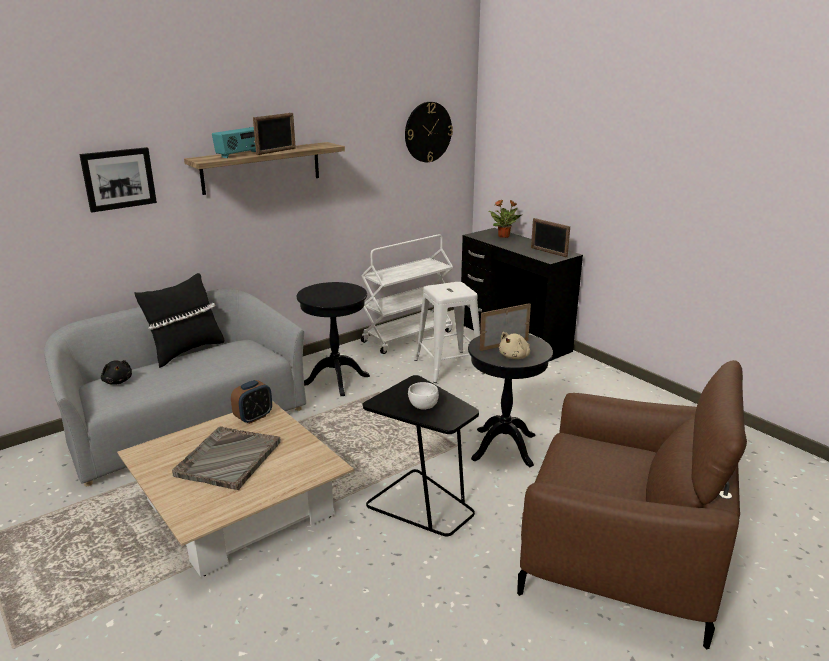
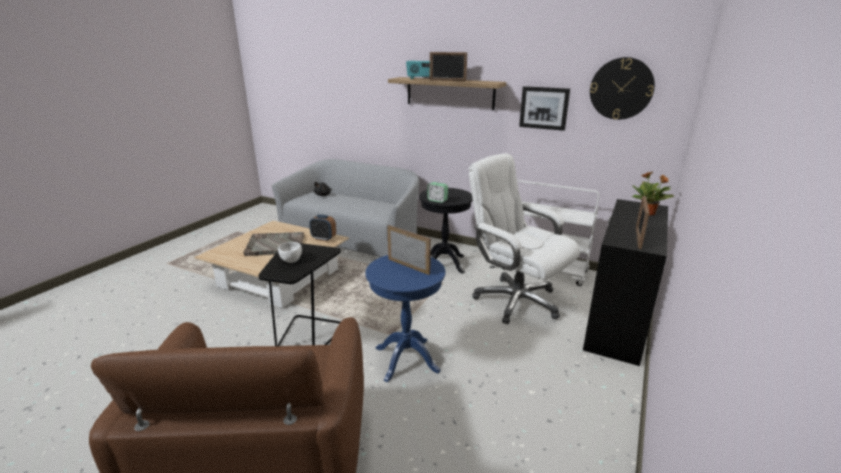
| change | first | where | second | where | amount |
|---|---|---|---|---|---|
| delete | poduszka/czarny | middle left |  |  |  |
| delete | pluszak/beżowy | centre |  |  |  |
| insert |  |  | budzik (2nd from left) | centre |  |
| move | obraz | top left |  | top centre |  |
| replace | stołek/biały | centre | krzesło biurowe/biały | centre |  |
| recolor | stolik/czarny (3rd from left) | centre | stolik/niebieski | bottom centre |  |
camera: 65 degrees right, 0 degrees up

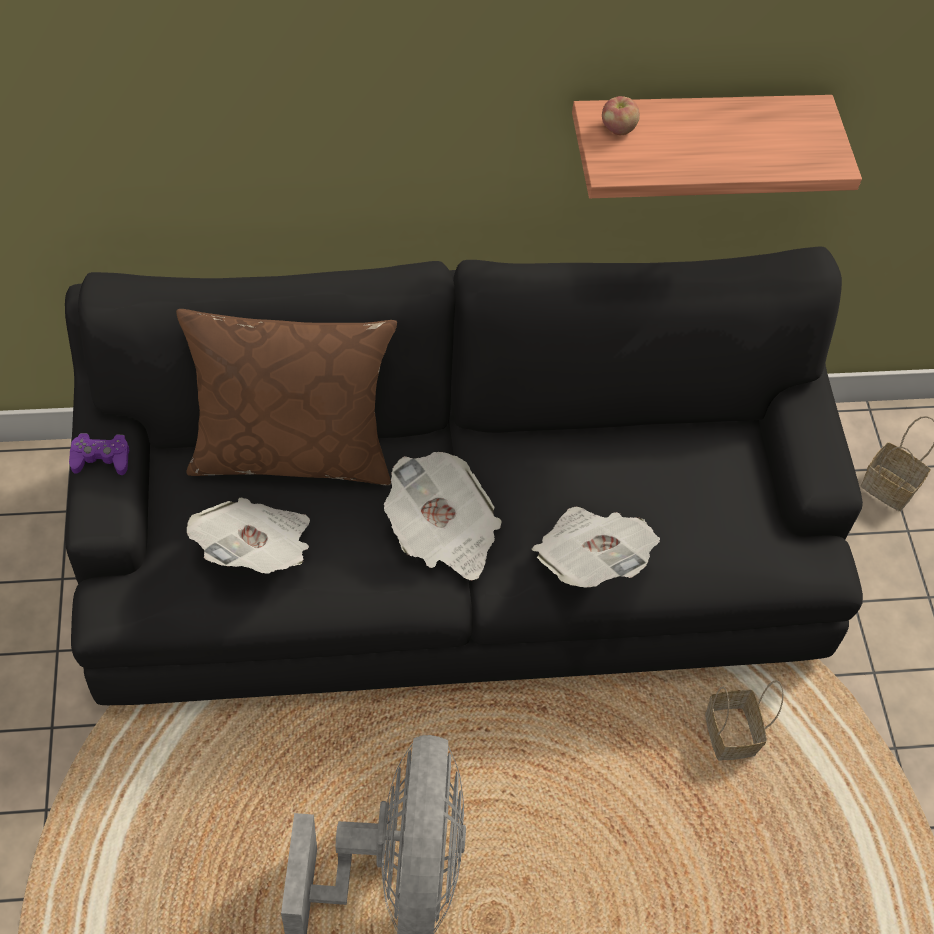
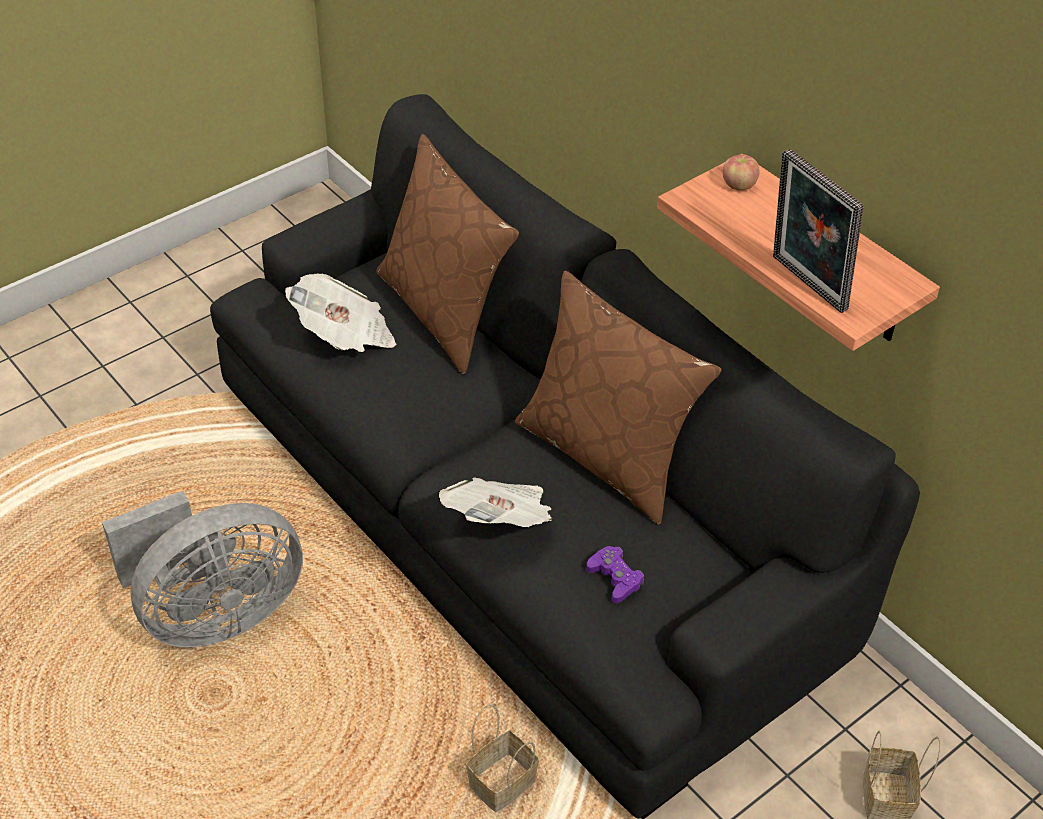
| change | first | where | second | where | amount |
|---|---|---|---|---|---|
| delete | gazeta (2nd from left) | centre |  |  |  |
| insert |  |  | poduszka/brązowy (2nd from left) | centre |  |
| insert |  |  | ramka na zdjęcie | top right |  |
| move | pad do gier/fioletowy | middle left |  | bottom centre |  |
camera: 60 degrees right, 10 degrees down

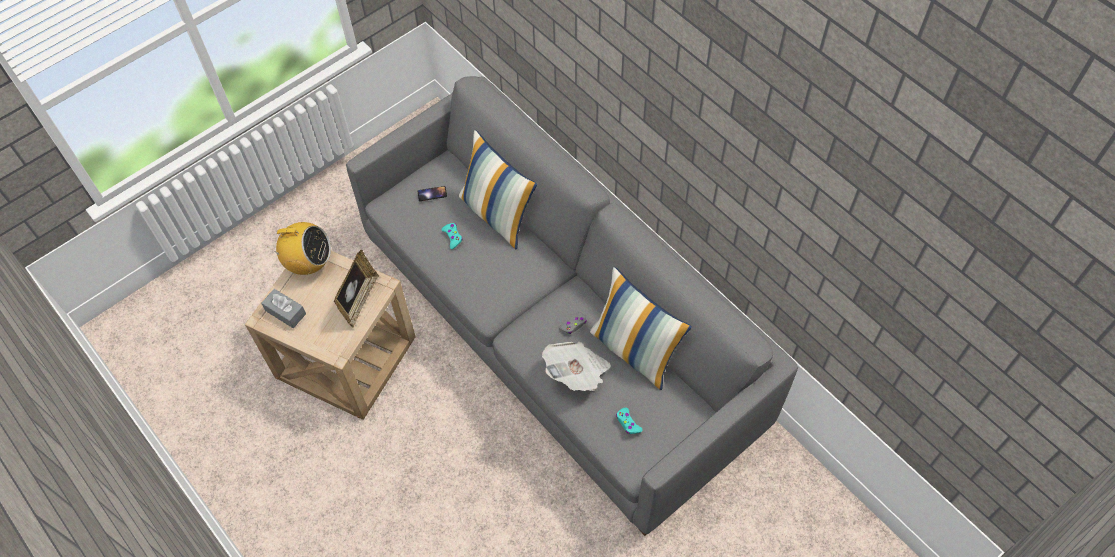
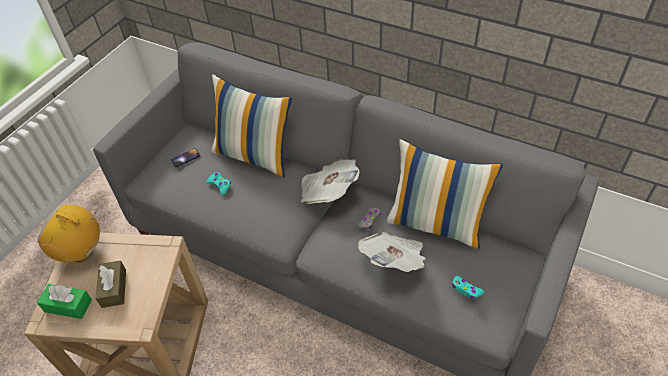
| change | first | where | second | where | amount |
|---|---|---|---|---|---|
| delete | ramka na zdjęcie | middle left |  |  |  |
| insert |  |  | pudełko chusteczek/brązowy | bottom left |  |
| insert |  |  | gazeta (1st from left) | centre |  |
| recolor | pudełko chusteczek/szary | middle left | pudełko chusteczek/zielony | bottom left |  |
| rotate | radio | middle left |  | middle left | 150 degrees counterclockwise |
camera: 20 degrees left, 10 degrees down

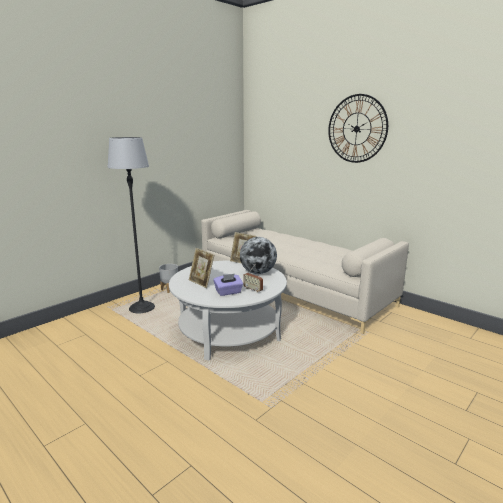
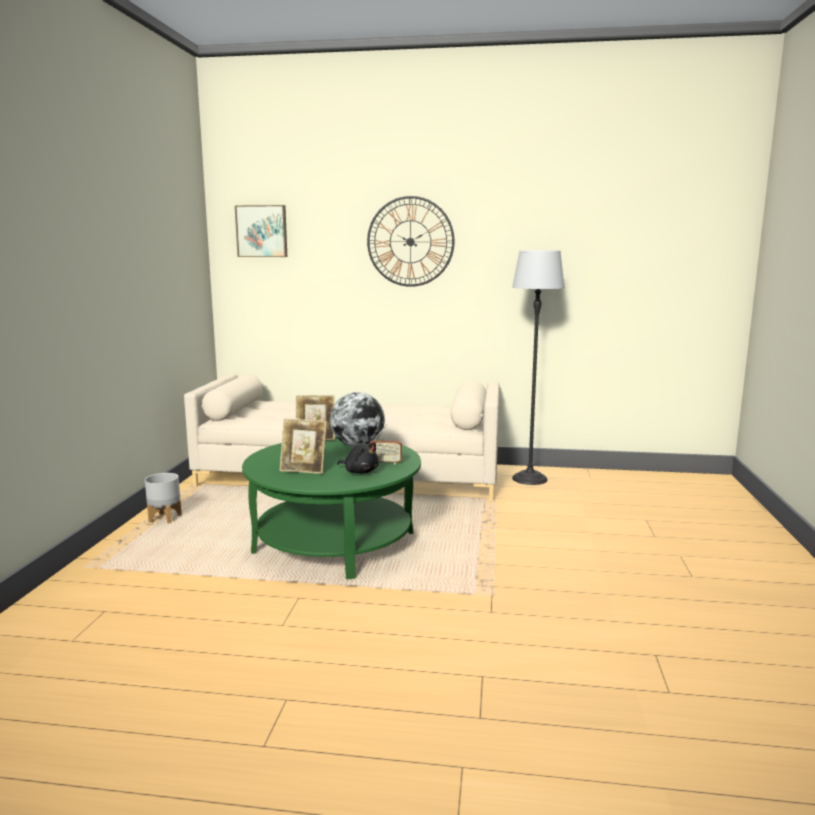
| change | first | where | second | where | amount |
|---|---|---|---|---|---|
| insert |  |  | obraz | top left |  |
| move | lampa stojąca | middle left |  | centre |  |
| replace | pudełko chusteczek/fioletowy | centre | pluszak/czarny | centre |  |
| recolor | ława/biały | centre | ława/zielony | centre |  |
camera: 35 degrees left, 5 degrees down

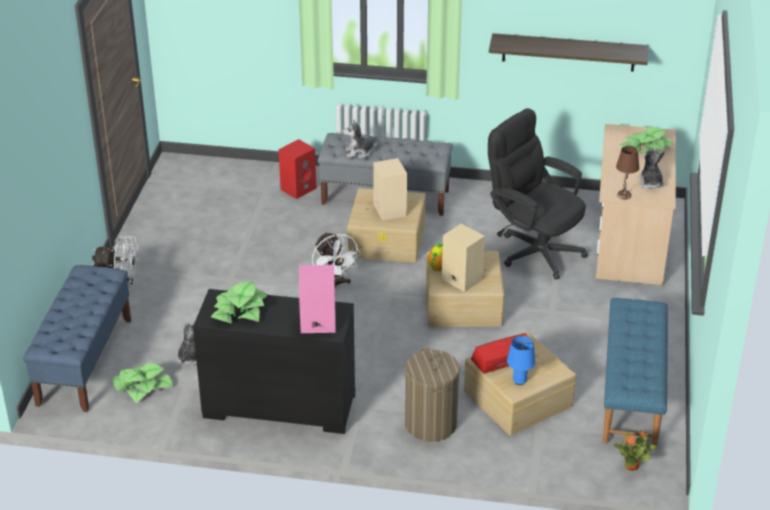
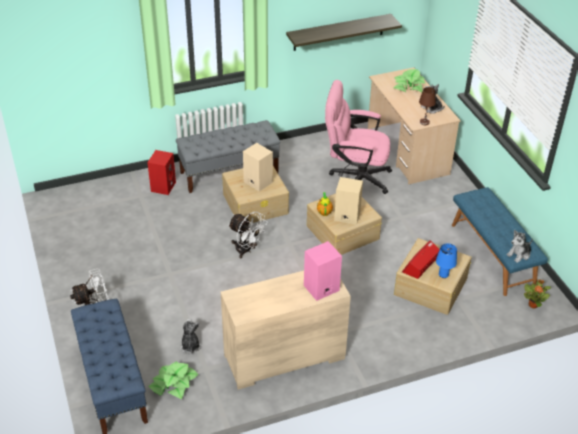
| change | first | where | second | where | amount |
|---|---|---|---|---|---|
| delete | roślina doniczkowa (2nd from left) | middle left |  |  |  |
| delete | kosz na pranie | bottom centre |  |  |  |
| move | pluszak (2nd from left in the first image) | top centre | pluszak (3rd from left) | middle right |  |
| recolor | komoda/czarny | bottom centre | komoda/beżowy | bottom centre |  |
| recolor | krzesło biurowe/czarny | middle right | krzesło biurowe/różowy | top centre |  |
camera: 30 degrees left, 5 degrees up

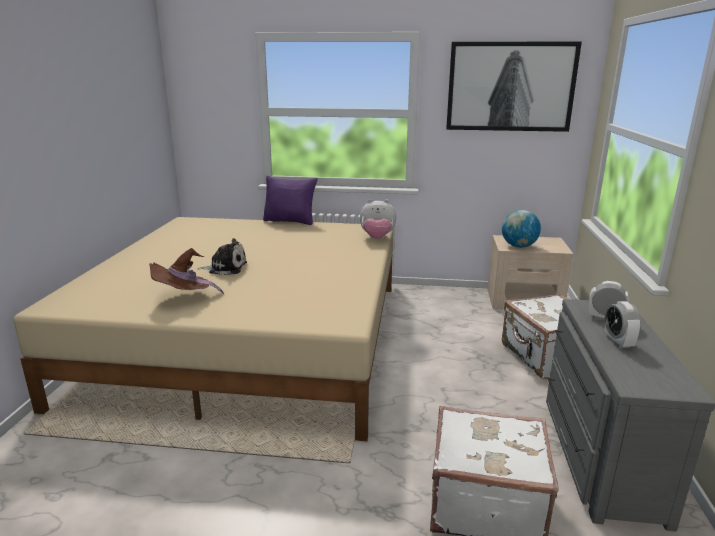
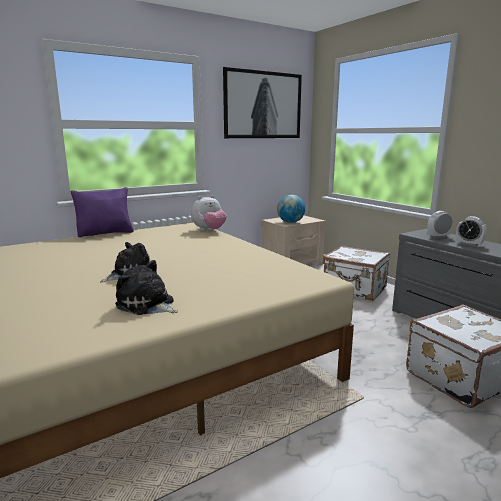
| change | first | where | second | where | amount |
|---|---|---|---|---|---|
| replace | kapelusz/brązowy | middle left | pluszak (2nd from left) | middle left |  |
camera: 40 degrees left, 5 degrees down

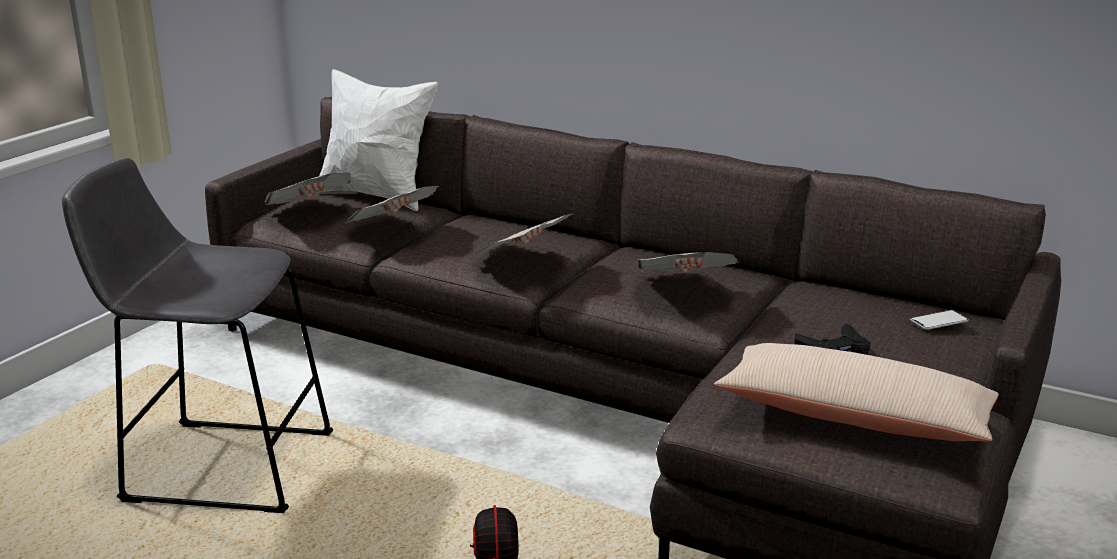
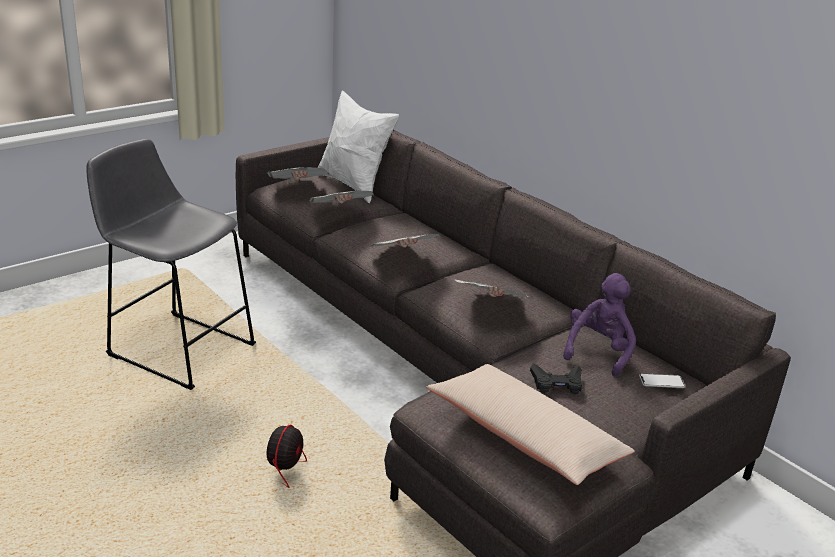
| change | first | where | second | where | amount |
|---|---|---|---|---|---|
| insert |  |  | pluszak/fioletowy | middle right |  |
camera: 20 degrees right, 5 degrees up

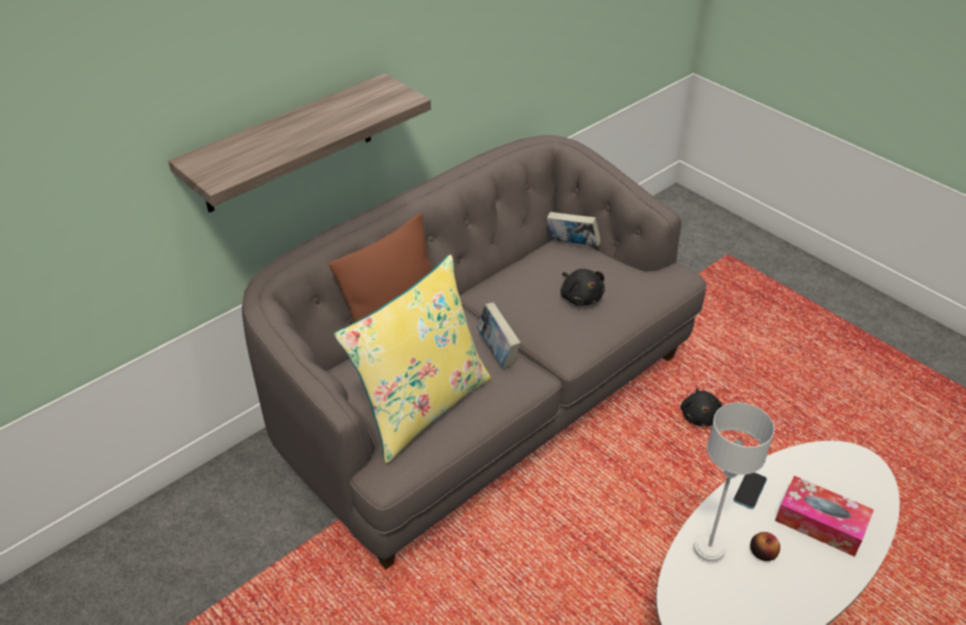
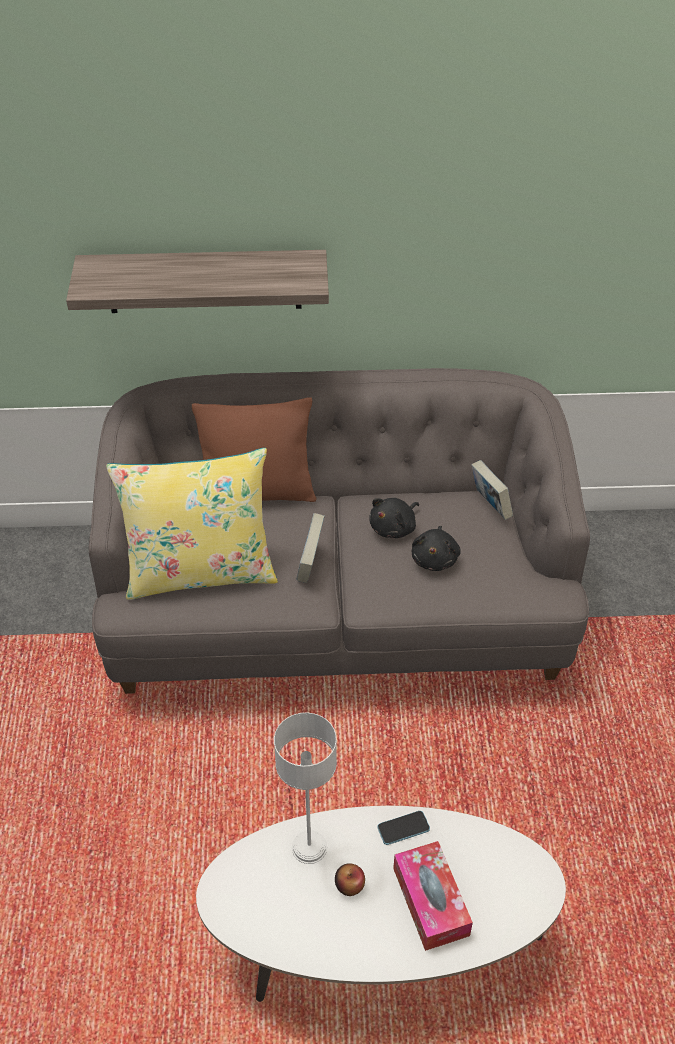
| change | first | where | second | where | amount |
|---|---|---|---|---|---|
| move | pluszak/czarny (2nd from left in the first image) | middle right | pluszak/czarny (1st from left) | centre |  |
camera: 40 degrees right, 5 degrees up

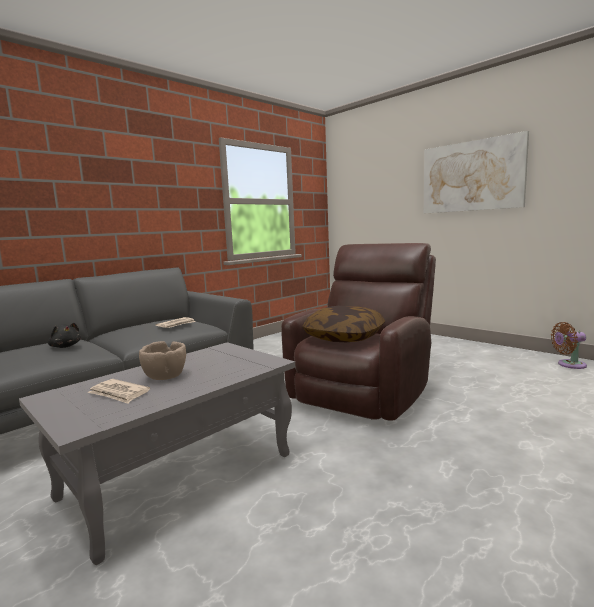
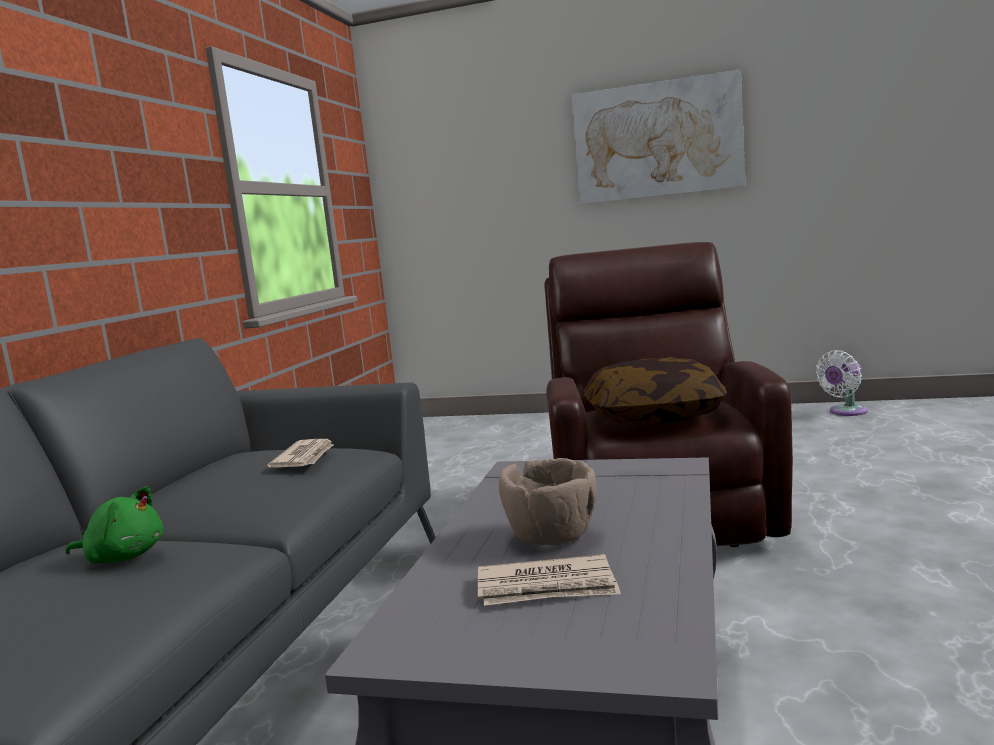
| change | first | where | second | where | amount |
|---|---|---|---|---|---|
| recolor | pluszak/czarny | middle left | pluszak/zielony | bottom left |  |
| recolor | wentylator/brązowy | middle right | wentylator/biały | middle right |  |
camera: 30 degrees left, 0 degrees up

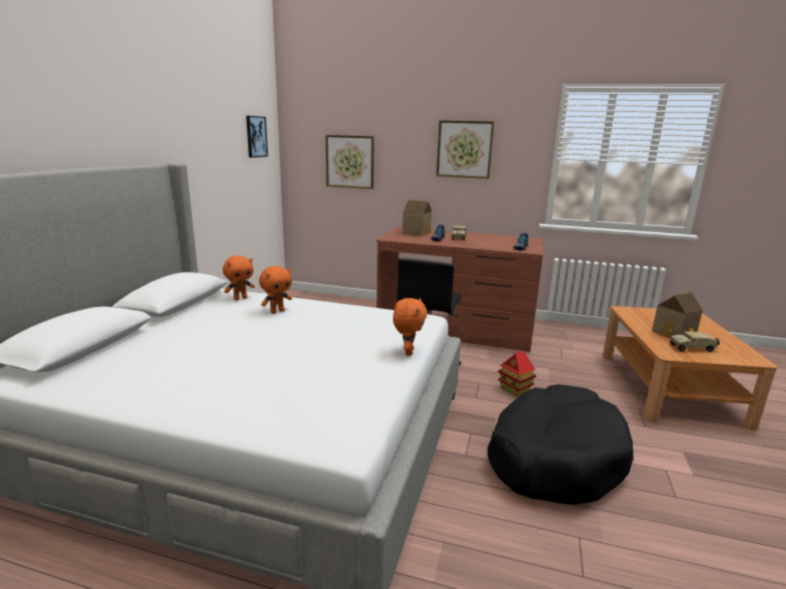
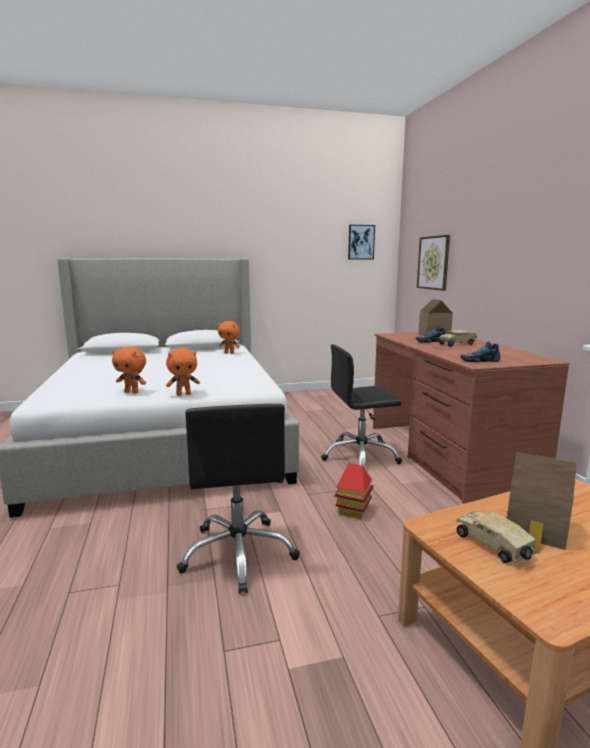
| change | first | where | second | where | amount |
|---|---|---|---|---|---|
| delete | obraz (3rd from left) | top centre |  |  |  |
| move | pluszak/pomarańczowy (2nd from left in the first image) | centre | pluszak/pomarańczowy (1st from left) | middle left |  |
| replace | legowisko/czarny | bottom right | krzesło biurowe/czarny (1st from left) | bottom centre |  |
camera: 60 degrees right, 5 degrees down

